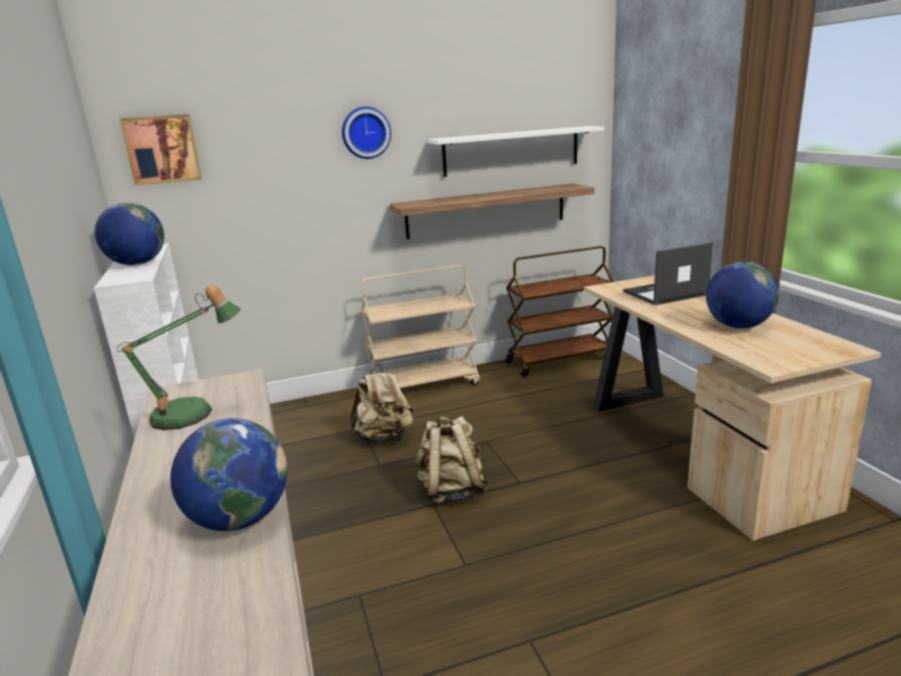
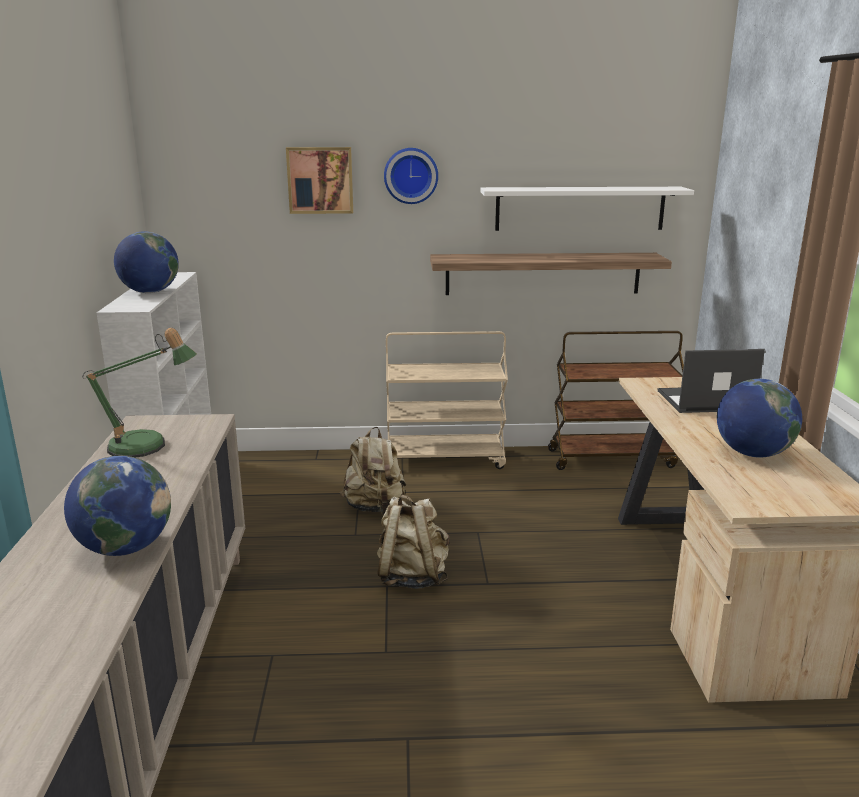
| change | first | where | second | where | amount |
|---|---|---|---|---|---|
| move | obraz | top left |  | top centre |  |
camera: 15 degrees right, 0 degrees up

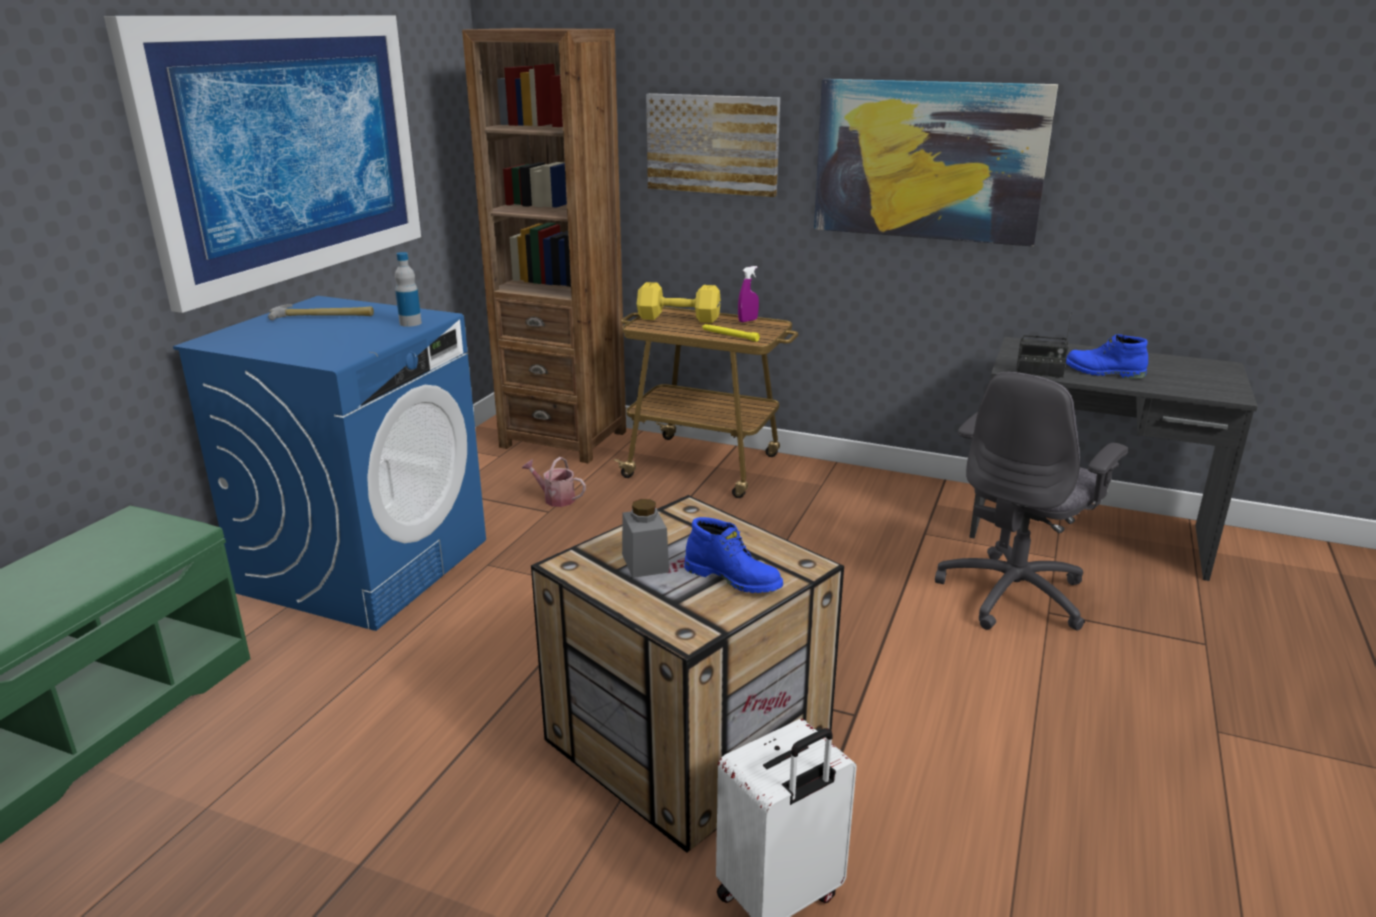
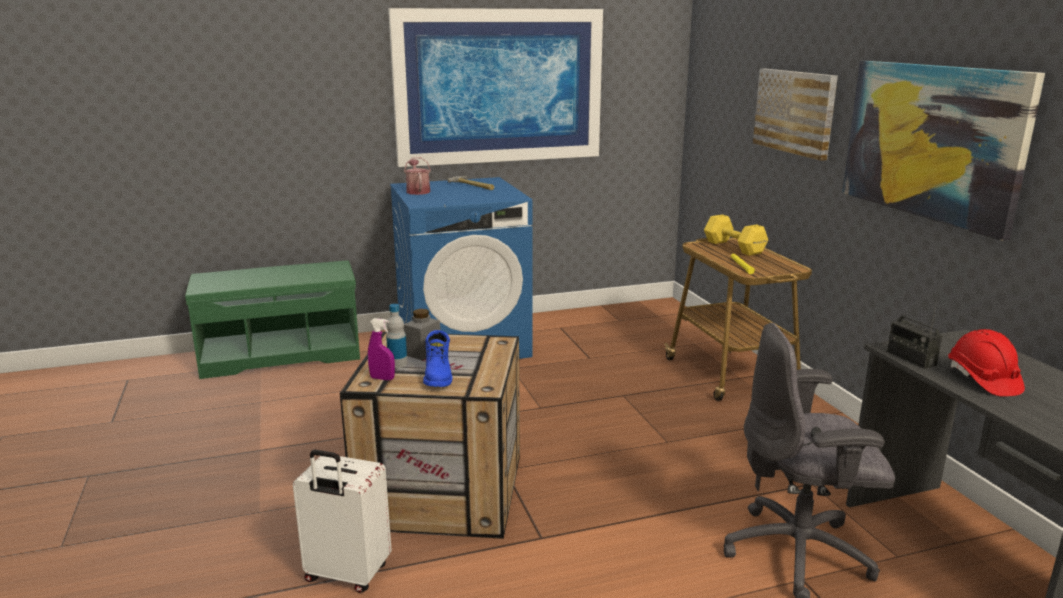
| change | first | where | second | where | amount |
|---|---|---|---|---|---|
| delete | regał/brązowy | top centre |  |  |  |
| move | butelka | top left |  | centre |  |
| move | konewka | centre |  | top centre |  |
| move | spryskiwacz/fioletowy | top centre |  | centre |  |
| replace | but z cholewką/niebieski (2nd from left) | middle right | kask/czerwony | middle right |  |
camera: 50 degrees right, 5 degrees down

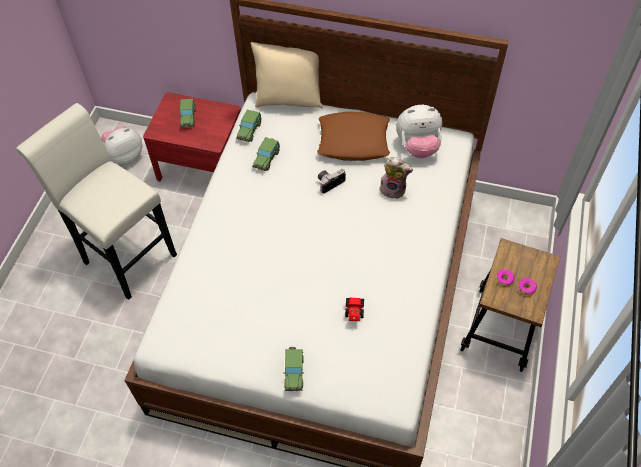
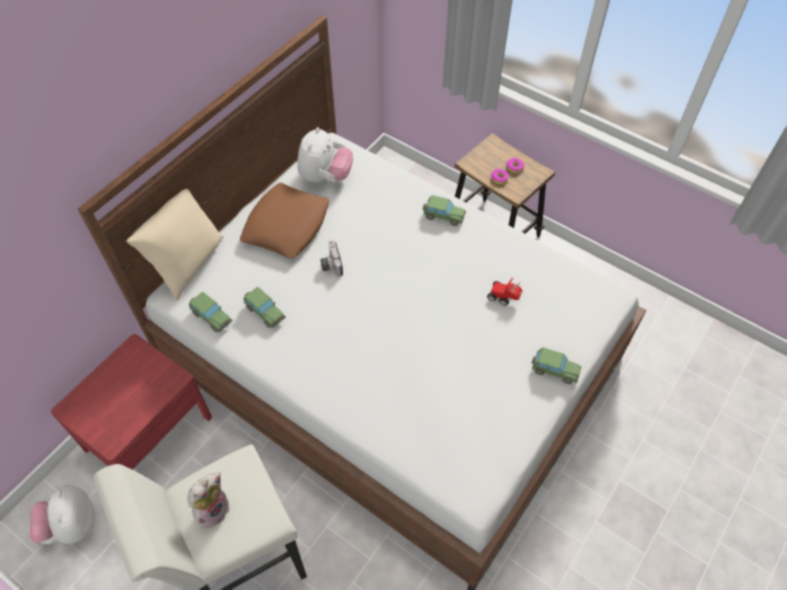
| change | first | where | second | where | amount |
|---|---|---|---|---|---|
| move | samochodzik (1st from left in the first image) | top left | samochodzik (3rd from left) | centre |  |
| move | pluszak (2nd from left) | centre |  | bottom left |  |
camera: 70 degrees left, 0 degrees up

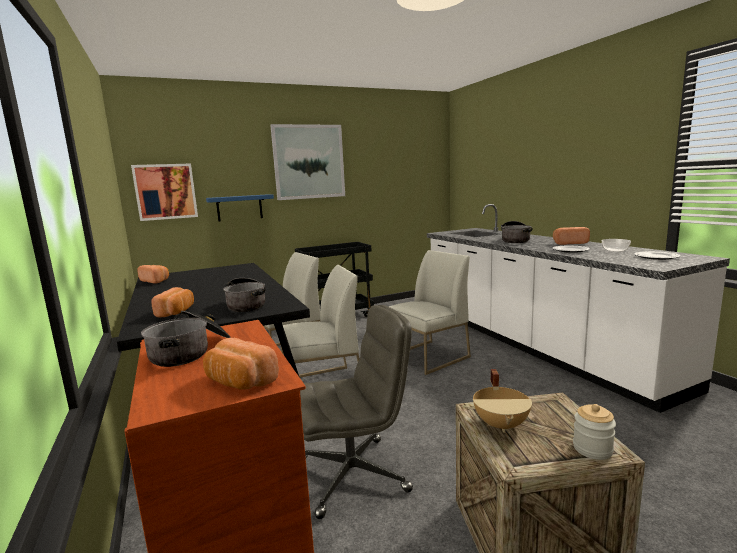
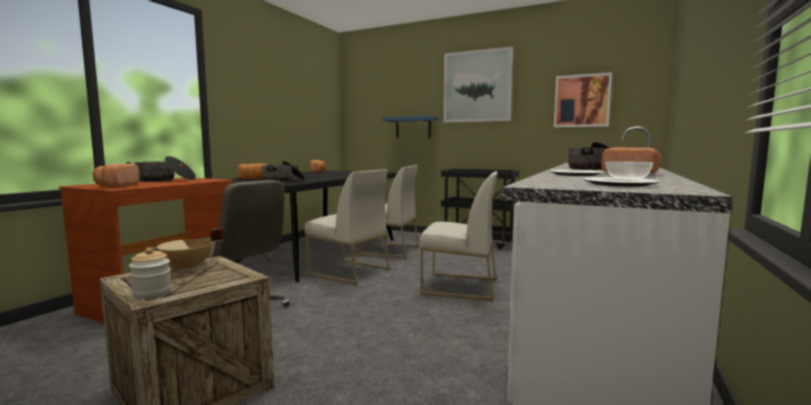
| change | first | where | second | where | amount |
|---|---|---|---|---|---|
| move | obraz (1st from left in the first image) | middle left | obraz (2nd from left) | top right |  |
camera: 50 degrees right, 5 degrees down

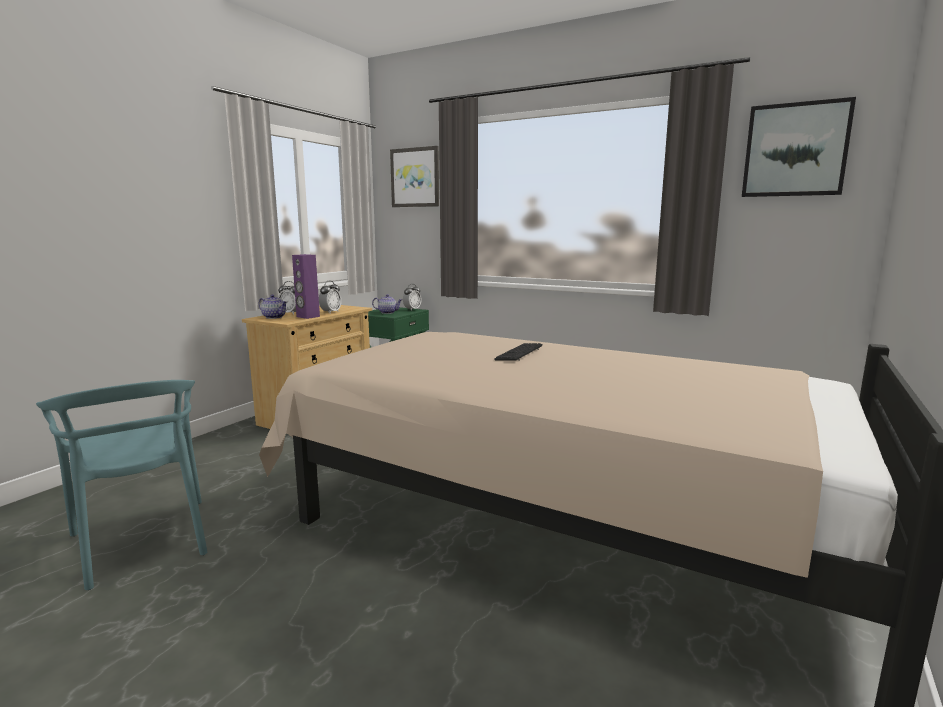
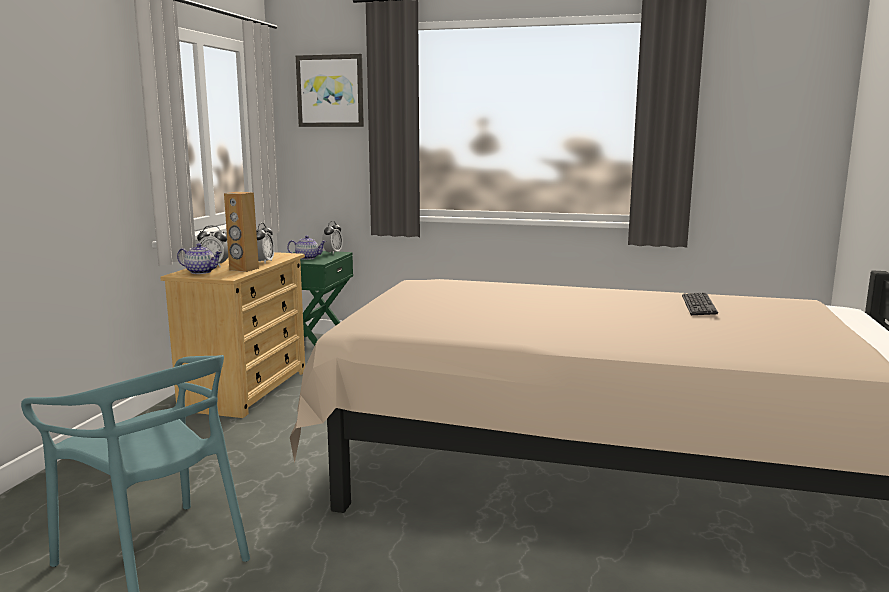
| change | first | where | second | where | amount |
|---|---|---|---|---|---|
| delete | obraz (2nd from left) | top right |  |  |  |
| move | klawiatura | centre |  | middle right |  |
| recolor | głośnik/fioletowy | middle left | głośnik/brązowy | middle left |  |
camera: 15 degrees left, 0 degrees up

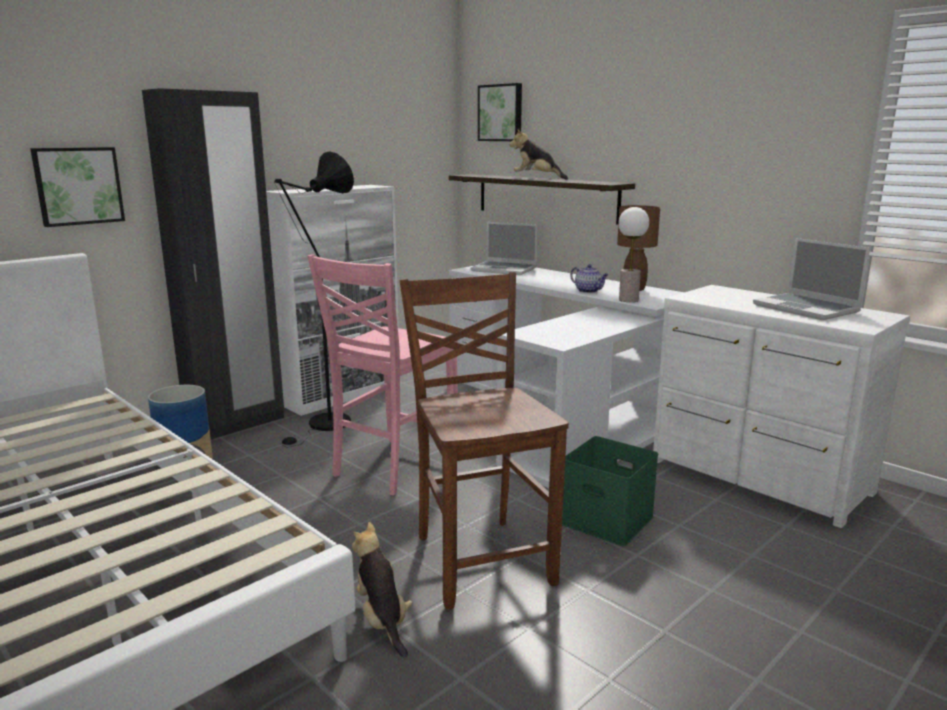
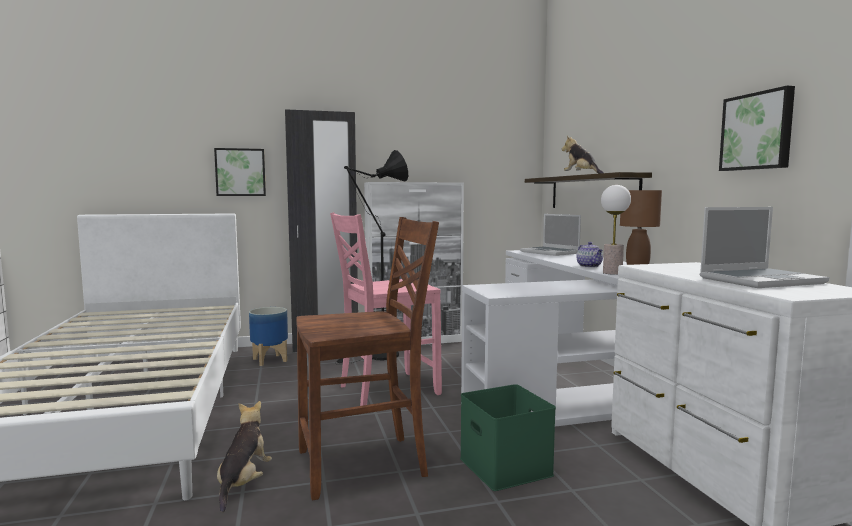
| change | first | where | second | where | amount |
|---|---|---|---|---|---|
| move | obraz (2nd from left) | top centre |  | top right |  |
| rotate | krzesło/brązowy | centre |  | bottom centre | 60 degrees clockwise |
| rotate | laptop (2nd from left) | middle right |  | middle right | 105 degrees counterclockwise |
camera: 30 degrees right, 10 degrees down

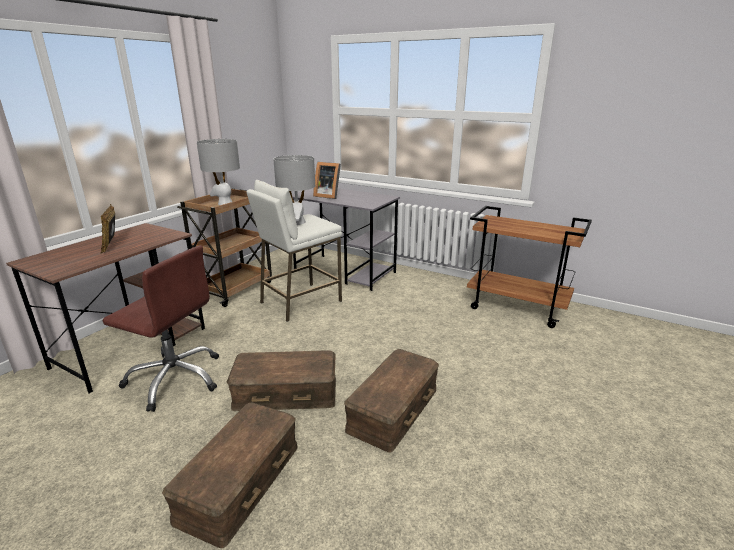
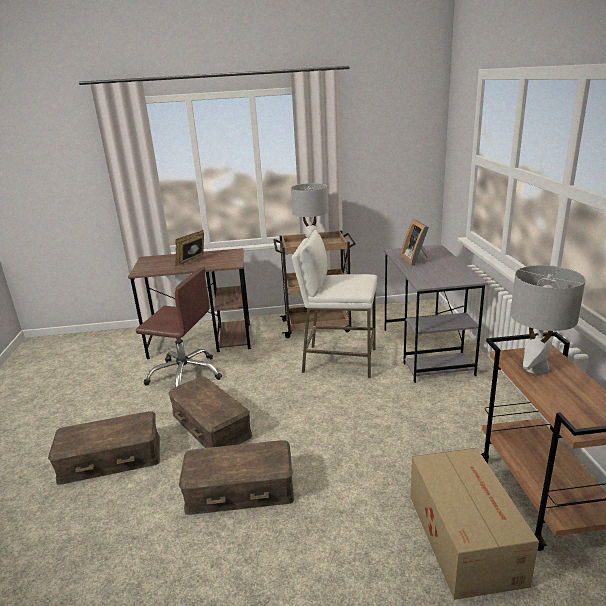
| change | first | where | second | where | amount |
|---|---|---|---|---|---|
| insert |  |  | karton | bottom right |  |
| move | lampa stołowa/szary (2nd from left) | centre |  | middle right |  |
| rotate | krzesło biurowe/brązowy | middle left |  | middle left | 60 degrees counterclockwise |
camera: 55 degrees right, 0 degrees up

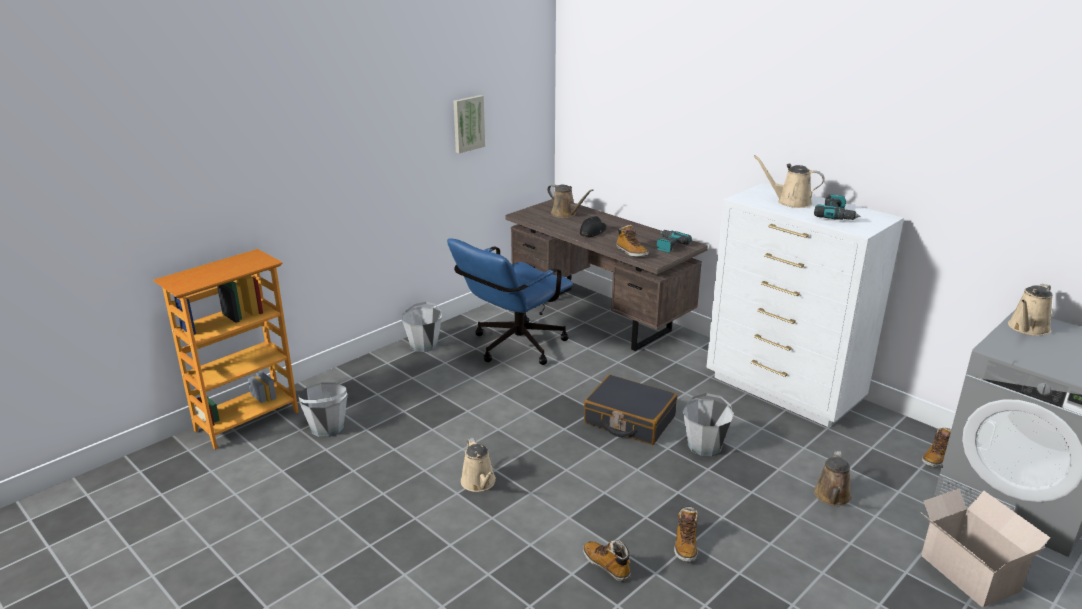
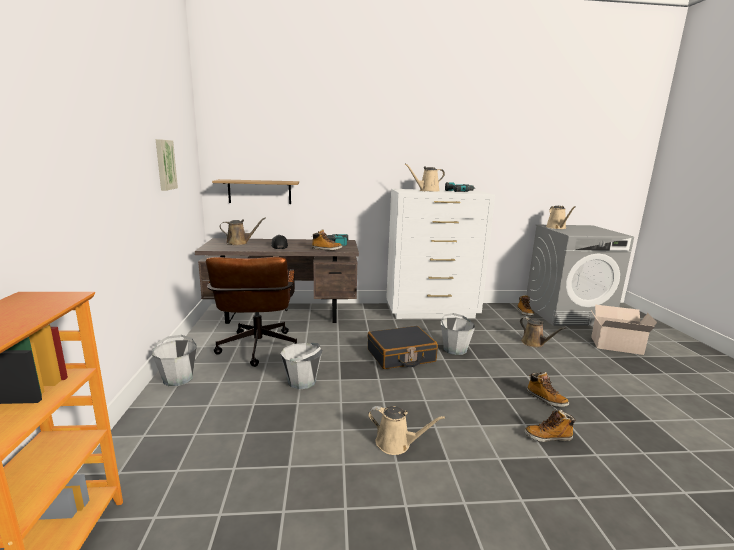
| change | first | where | second | where | amount |
|---|---|---|---|---|---|
| insert |  |  | półka | centre |  |
| move | wiadro/szary (1st from left in the first image) | bottom left | wiadro/szary (2nd from left) | centre |  |
| recolor | krzesło biurowe/niebieski | centre | krzesło biurowe/brązowy | centre |  |
camera: 50 degrees left, 10 degrees down

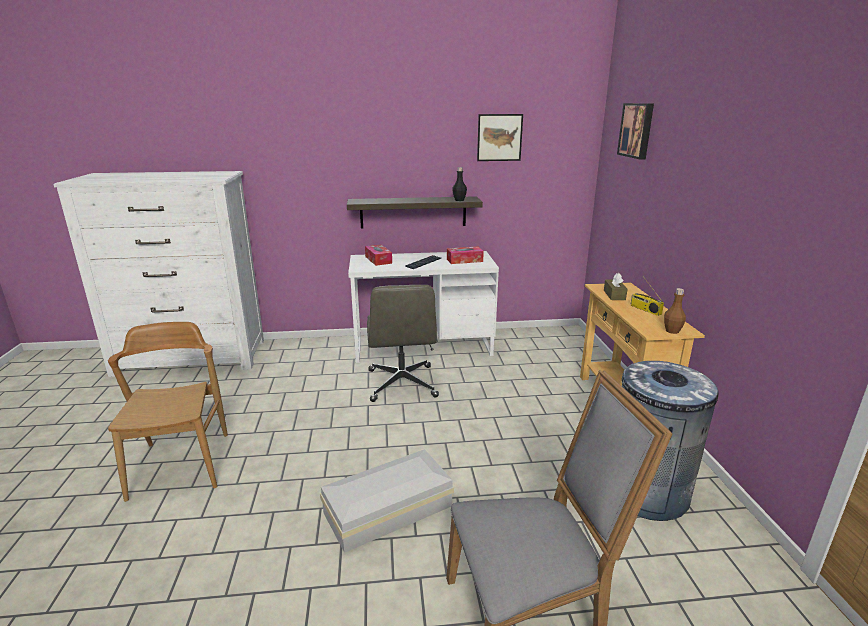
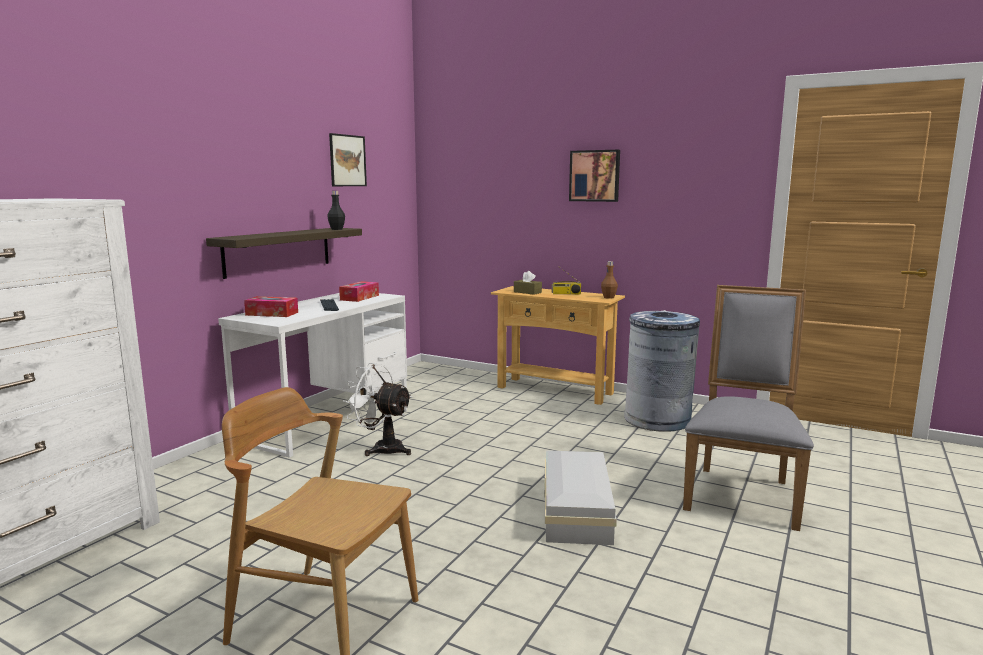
| change | first | where | second | where | amount |
|---|---|---|---|---|---|
| move | obraz (2nd from left) | top right |  | top centre |  |
| replace | krzesło biurowe/szary | centre | wentylator/biały | centre |  |
camera: 55 degrees left, 10 degrees down

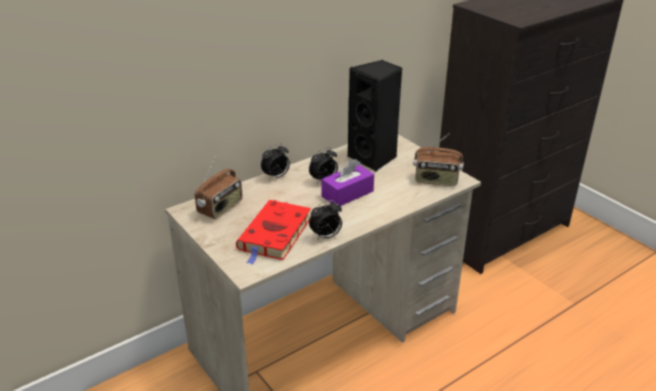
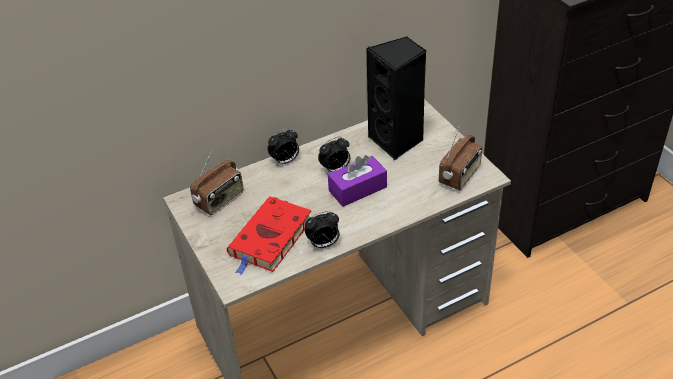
| change | first | where | second | where | amount |
|---|---|---|---|---|---|
| rotate | radio (2nd from left) | middle right |  | middle right | 75 degrees counterclockwise |
camera: 10 degrees right, 10 degrees up

